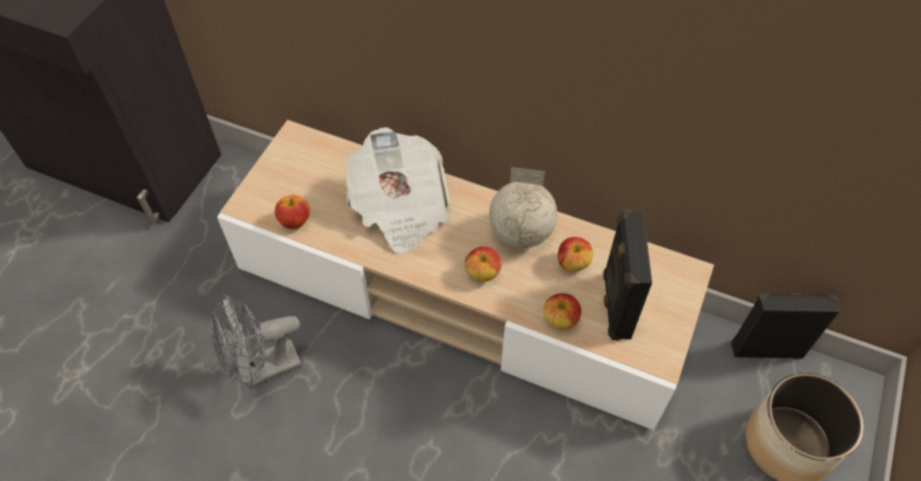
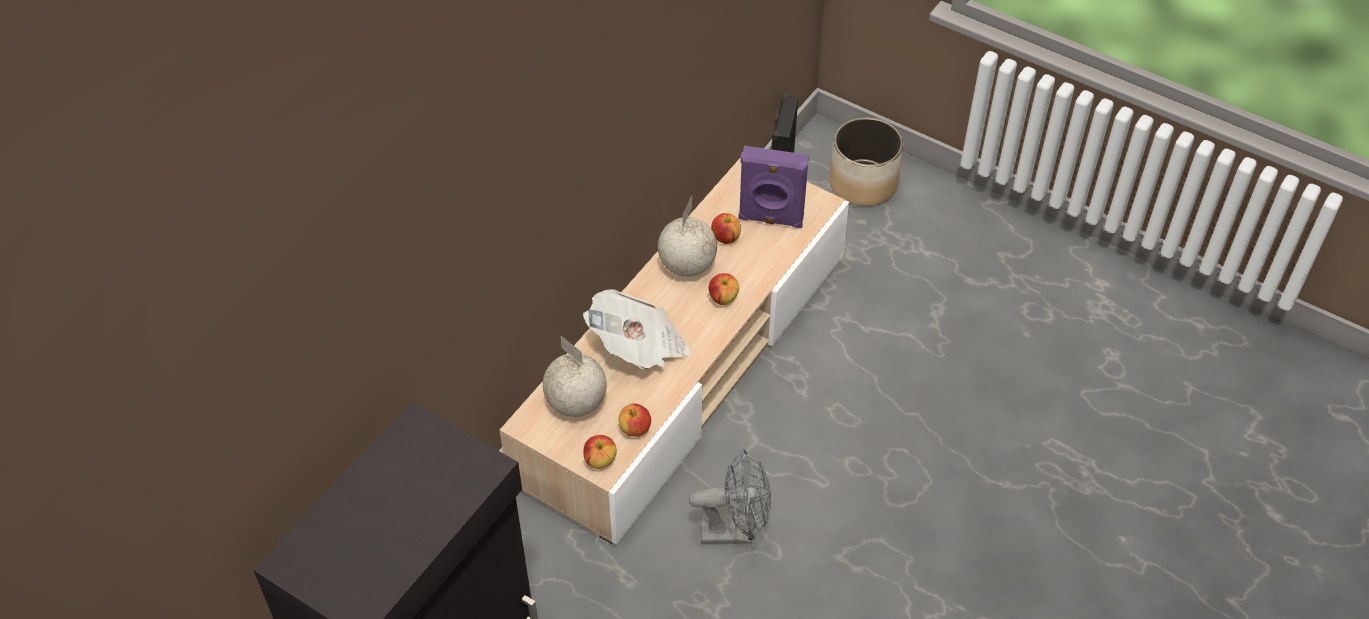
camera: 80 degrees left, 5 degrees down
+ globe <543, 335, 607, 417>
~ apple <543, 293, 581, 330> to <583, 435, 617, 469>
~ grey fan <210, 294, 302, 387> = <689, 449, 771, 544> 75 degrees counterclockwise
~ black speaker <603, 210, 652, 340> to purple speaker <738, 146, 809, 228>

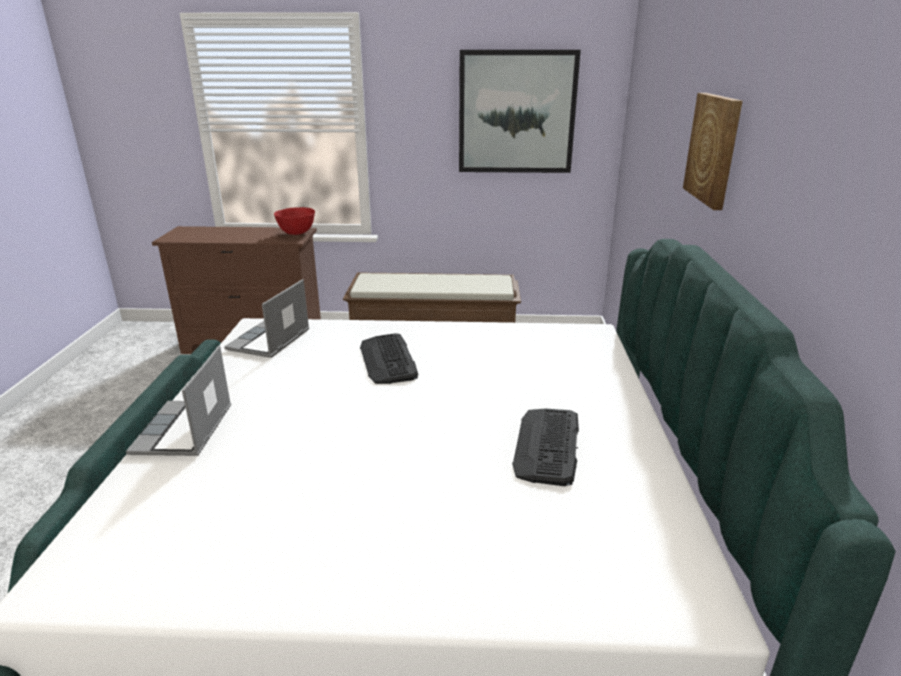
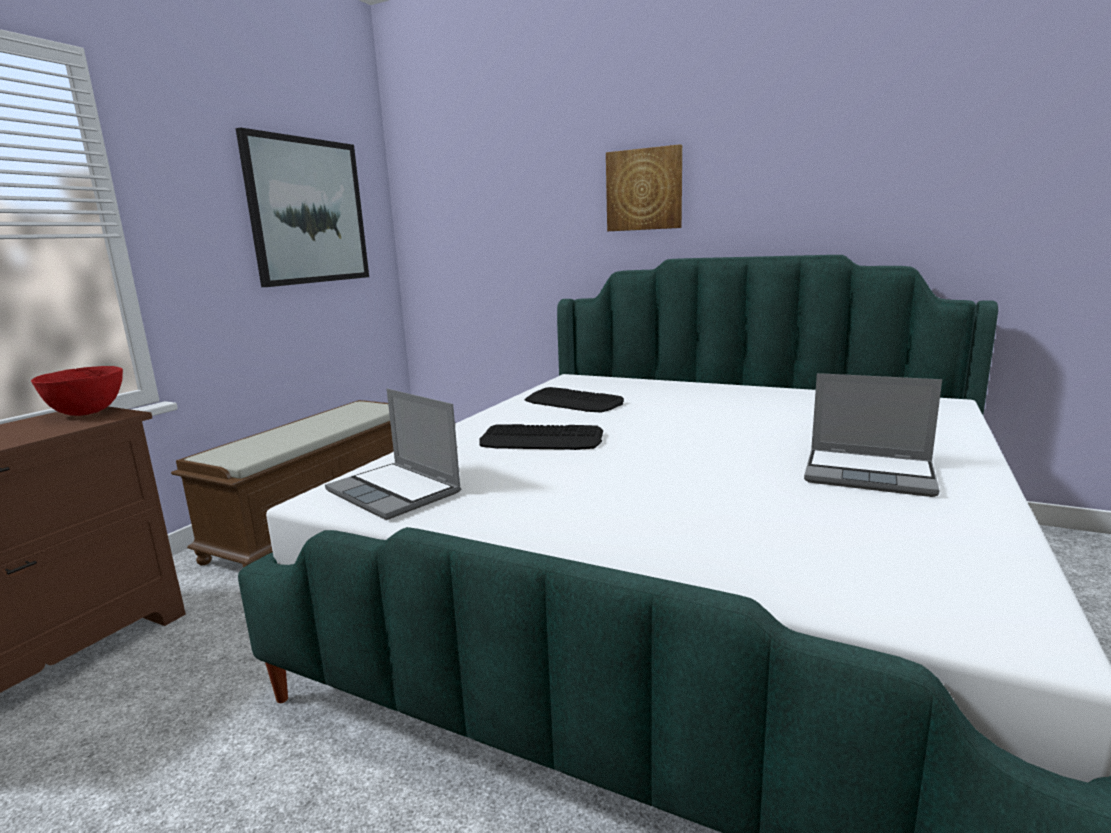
camera: 65 degrees left, 10 degrees down
~ keyboard <512, 408, 579, 486> to <525, 387, 624, 413>
~ laptop <126, 345, 231, 456> to <804, 373, 942, 497>

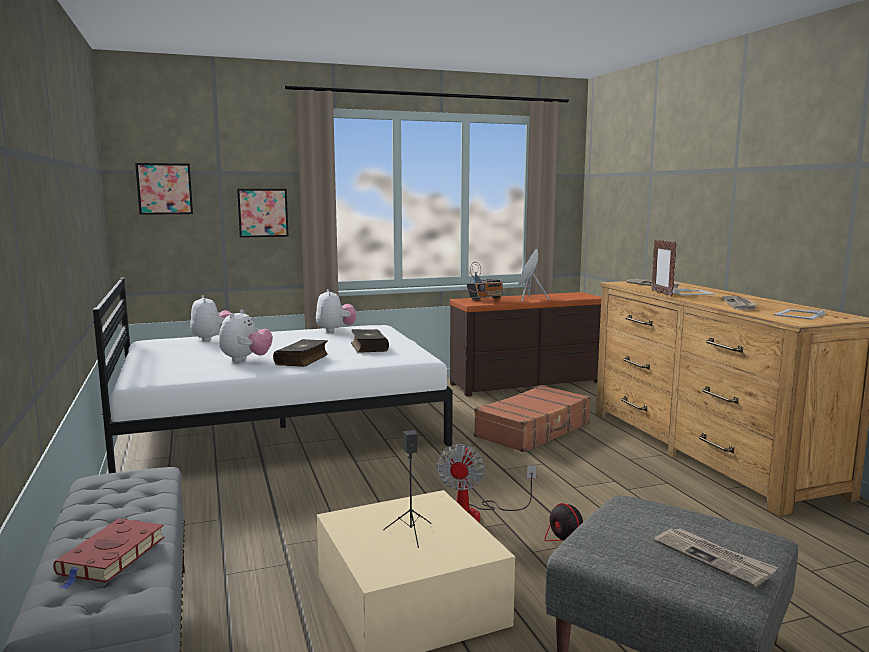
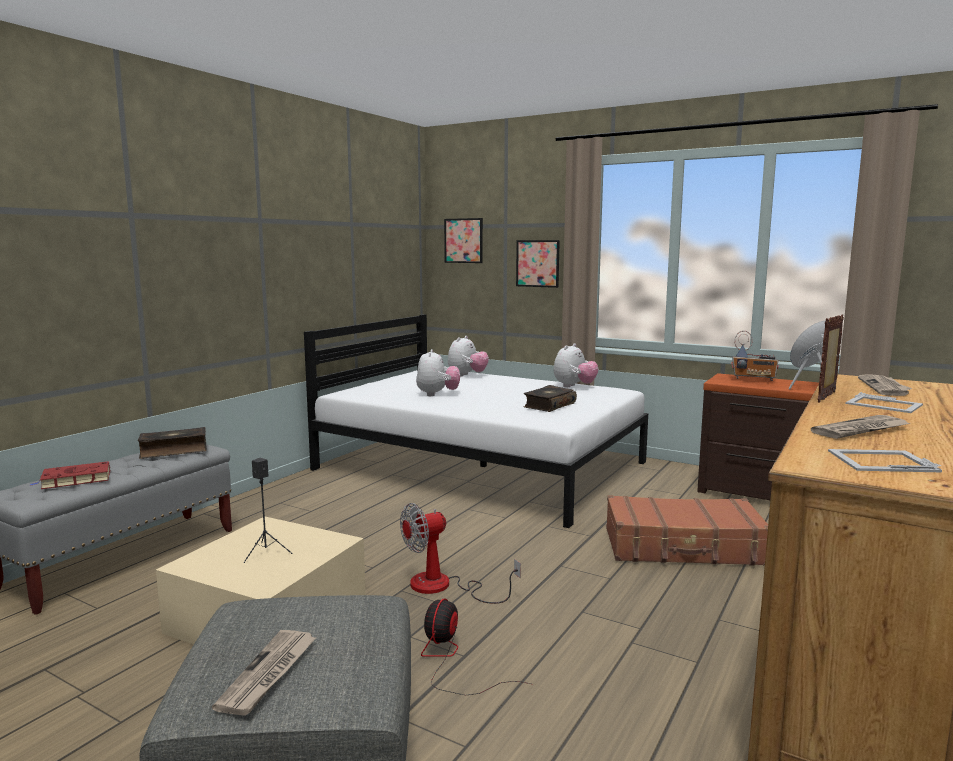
camera: 50 degrees right, 0 degrees up
~ book <273, 339, 328, 367> to <138, 427, 207, 459>
~ plush toy <219, 310, 273, 362> = <416, 349, 460, 396> 60 degrees counterclockwise

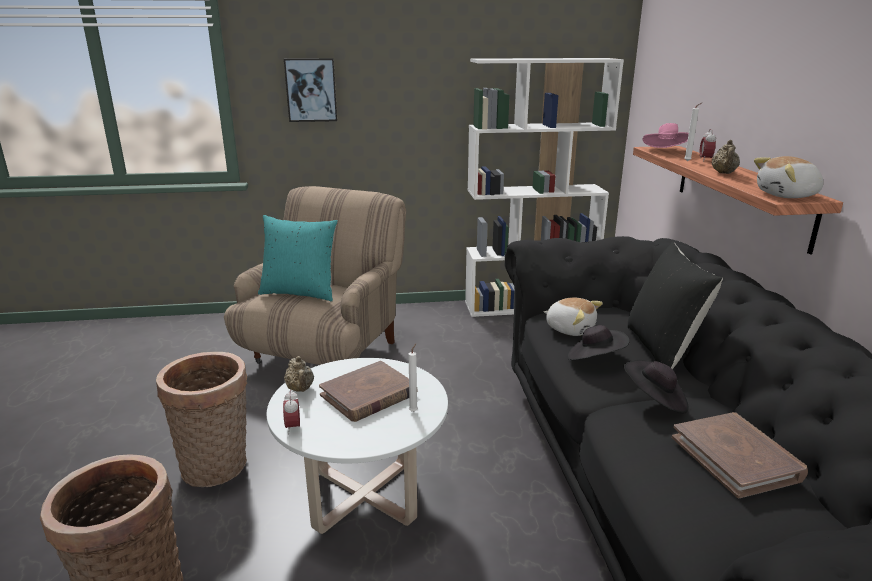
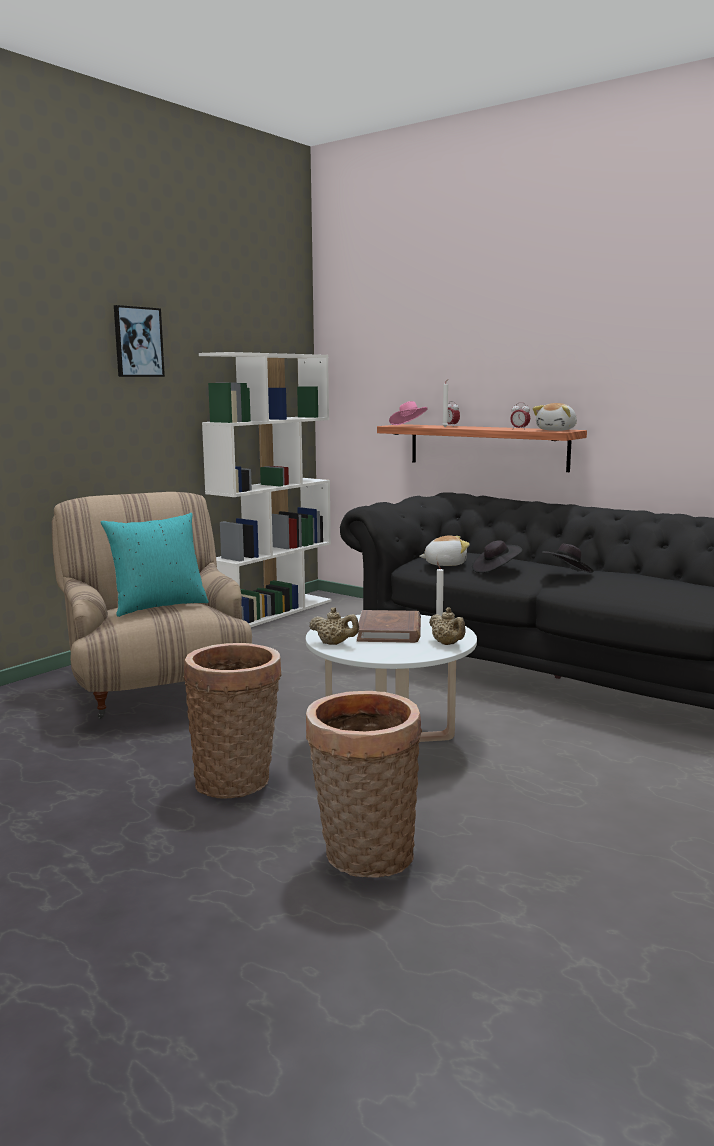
camera: 45 degrees left, 10 degrees down
~ picture <284, 58, 337, 122> to <114, 305, 165, 377>
~ beige teapot <711, 140, 740, 174> to <429, 607, 466, 645>
~ alarm clock <283, 390, 300, 434> to <510, 403, 530, 430>
- black pillow <627, 241, 723, 369>
- brown book <672, 412, 808, 498>

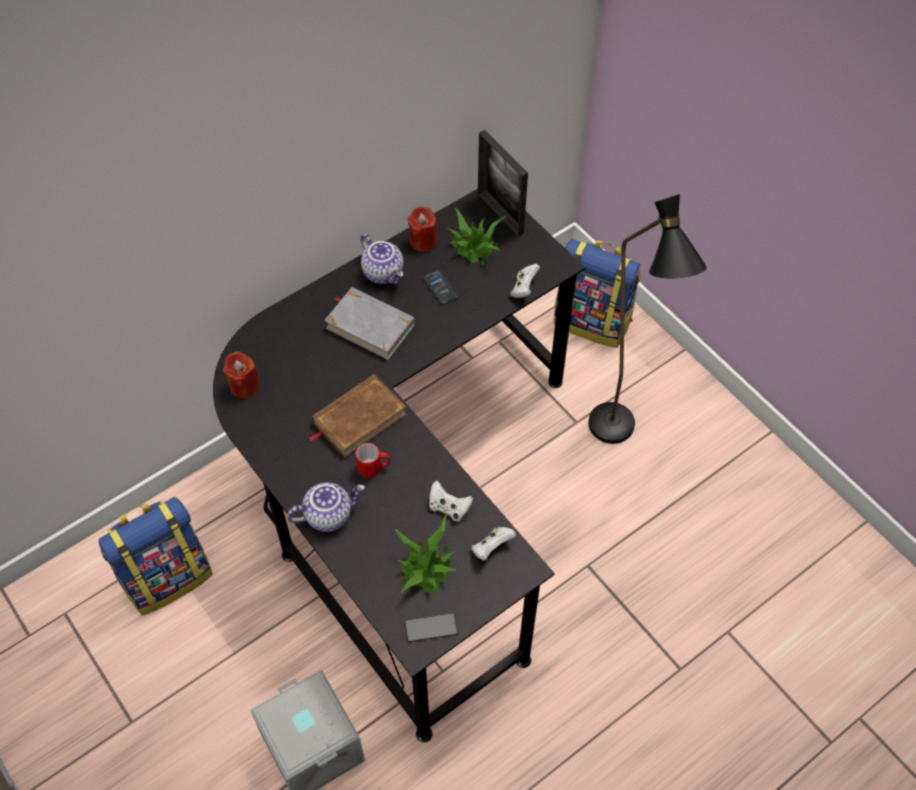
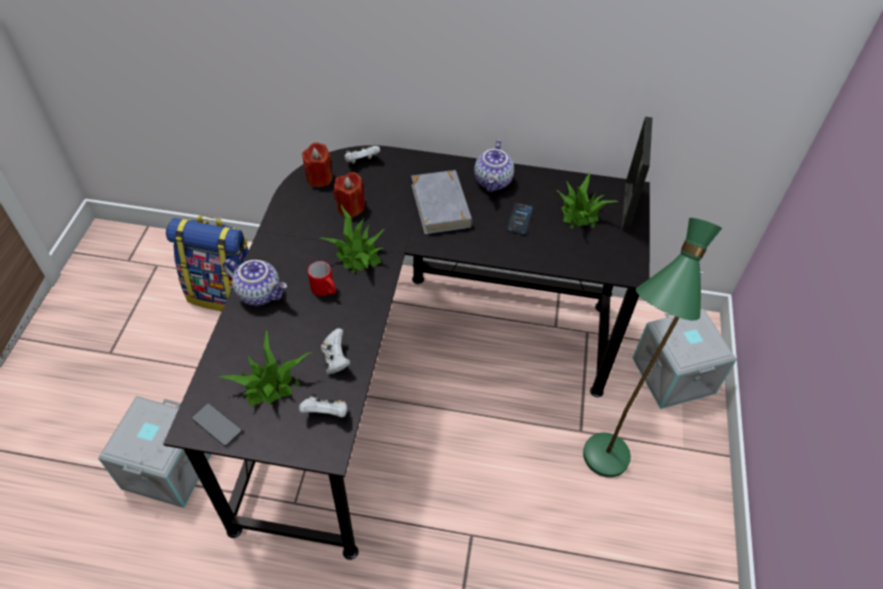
camera: 45 degrees right, 5 degrees down
~ brown book <308, 374, 407, 458> to potted plant <321, 205, 385, 273>
~ red candle <408, 206, 437, 251> to <333, 172, 365, 218>
~ white game controller <510, 264, 540, 298> to <345, 146, 380, 164>
~ black floor lamp <589, 194, 707, 444> to green floor lamp <583, 218, 722, 477>
~ backpack <554, 239, 641, 348> to grey storage box <633, 309, 737, 409>

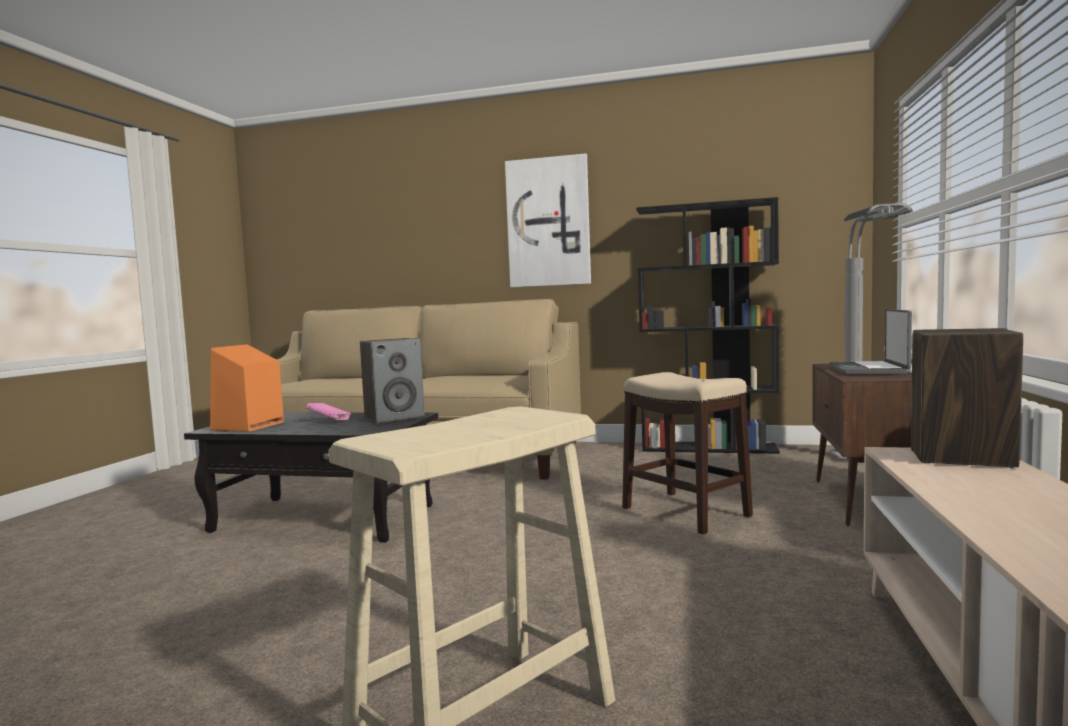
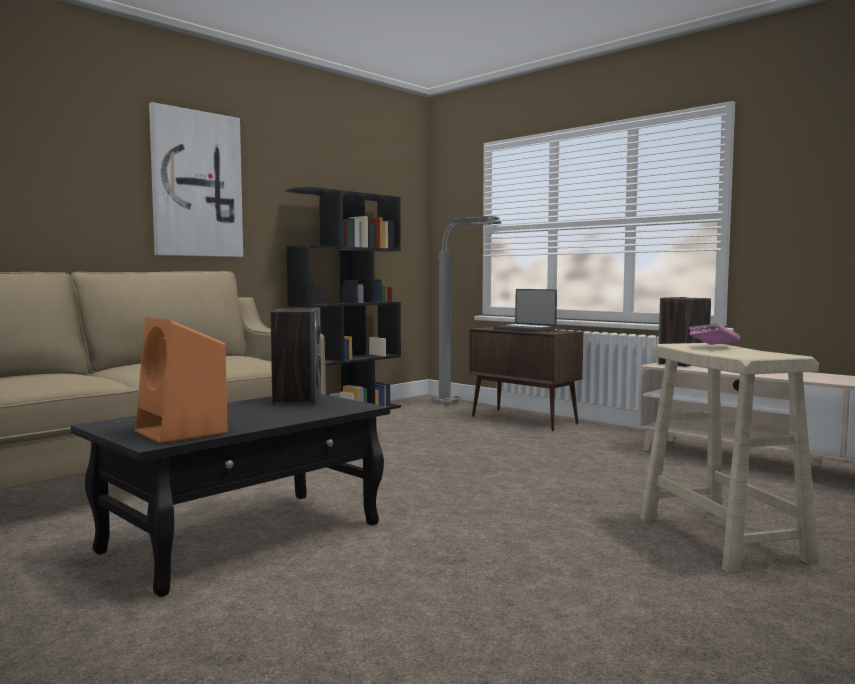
camera: 60 degrees left, 0 degrees up
~ pink book <306, 403, 351, 420> to <688, 324, 740, 345>
- stool <622, 372, 753, 534>

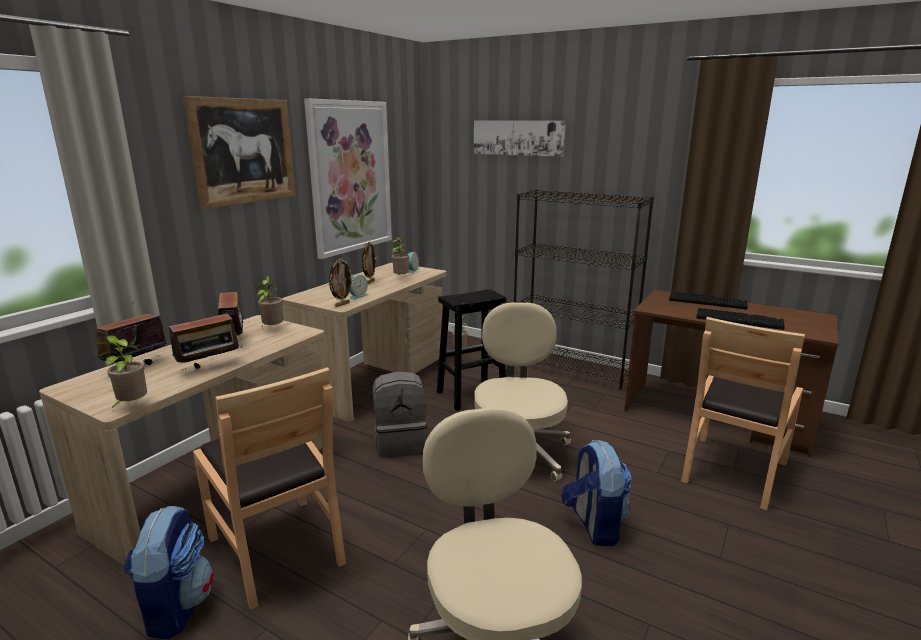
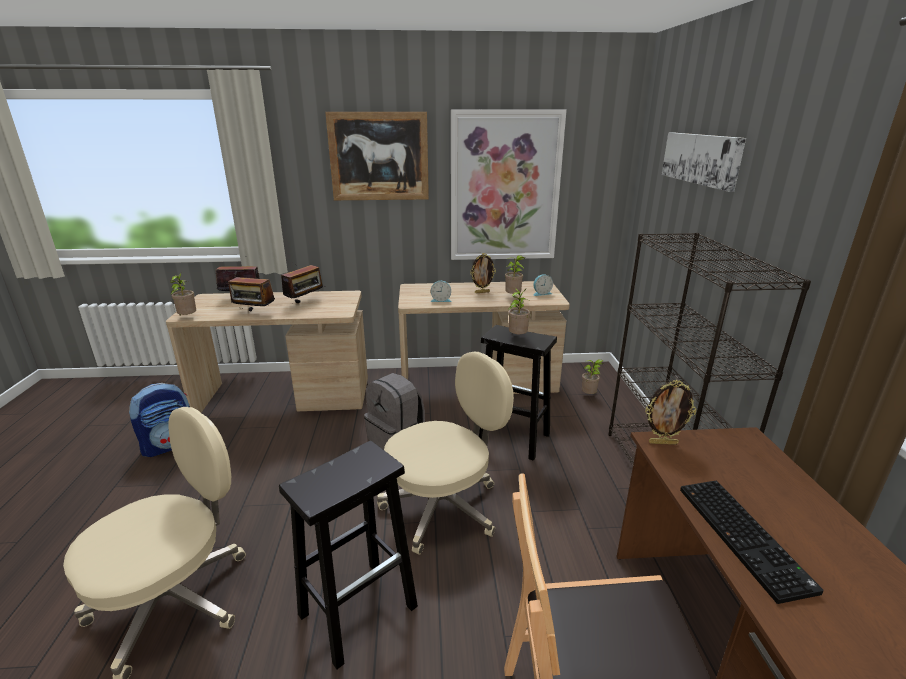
camera: 55 degrees right, 5 degrees up
~ backpack <561, 440, 632, 546> to black stool <279, 441, 418, 669>
~ potted plant <255, 275, 283, 325> to <508, 288, 530, 334>
~ picture frame <328, 259, 354, 307> to <645, 380, 697, 445>
- brown chair <193, 367, 346, 610>
- keyboard <669, 291, 748, 310>

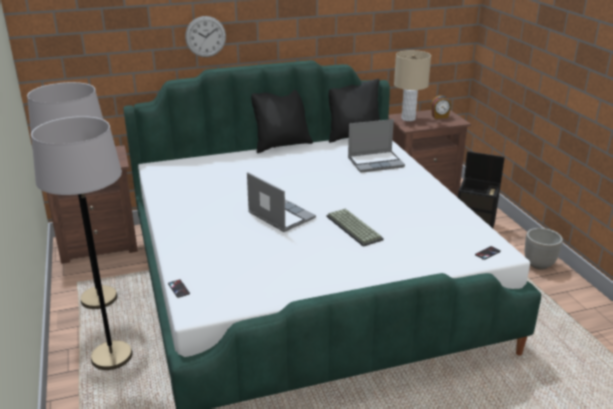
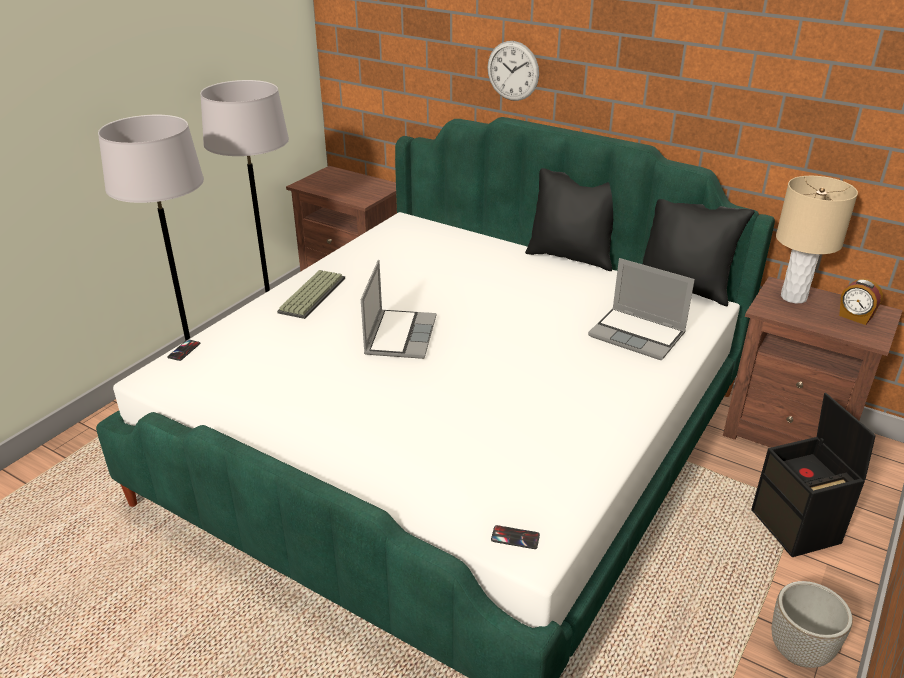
camera: 50 degrees right, 5 degrees up
~ keyboard <327, 209, 384, 247> to <277, 270, 345, 319>

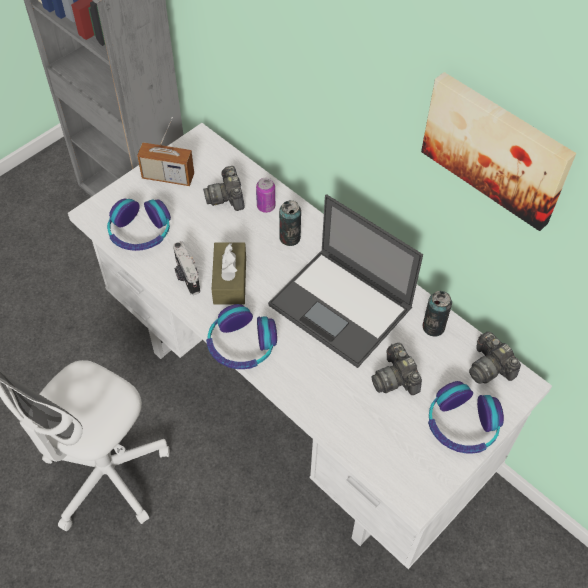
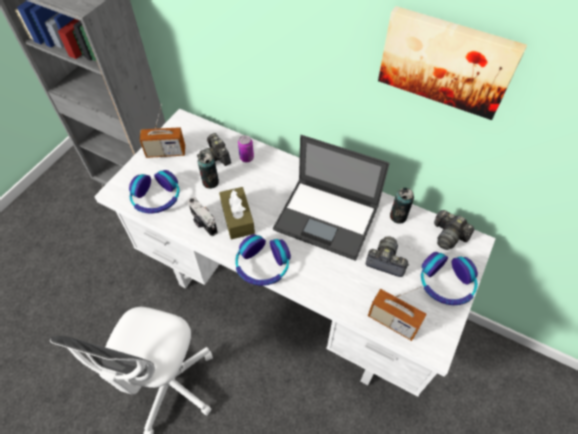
camera: 15 degrees left, 0 degrees up
~ can <279, 200, 301, 246> to <198, 153, 219, 189>
~ photo camera <372, 343, 422, 395> = <366, 236, 409, 277> 150 degrees clockwise
+ radio <368, 286, 426, 341>

